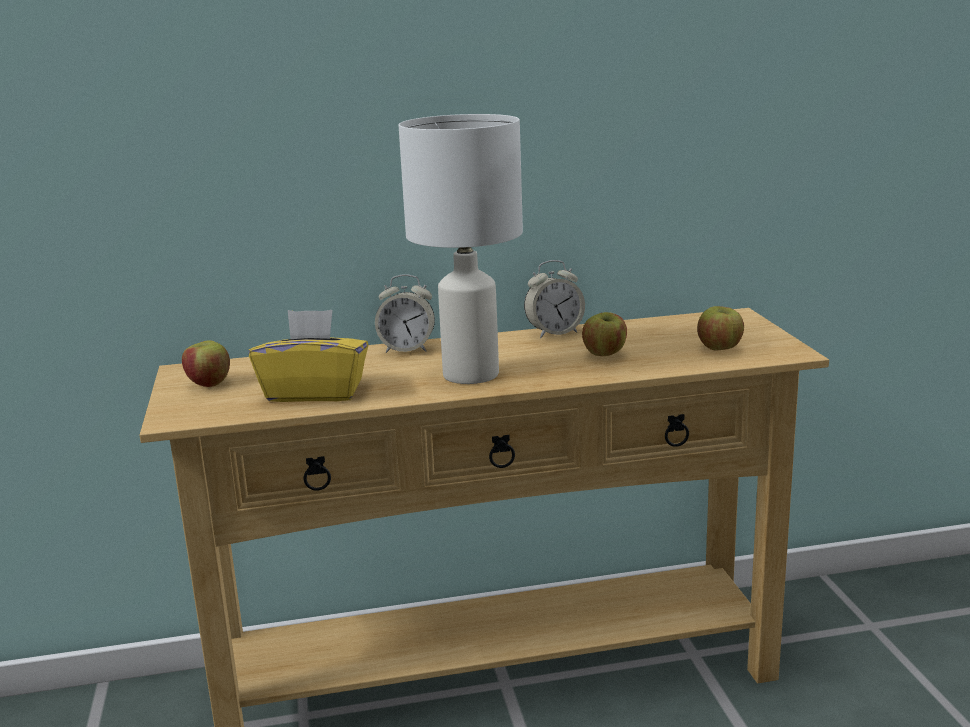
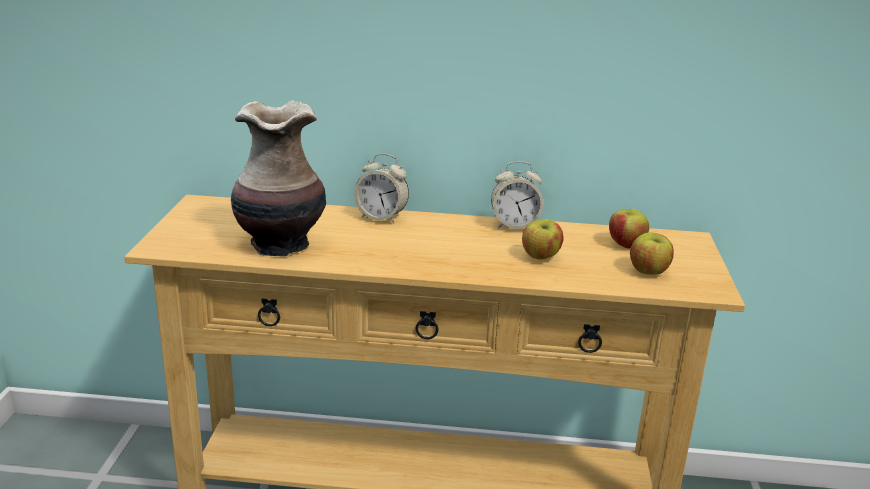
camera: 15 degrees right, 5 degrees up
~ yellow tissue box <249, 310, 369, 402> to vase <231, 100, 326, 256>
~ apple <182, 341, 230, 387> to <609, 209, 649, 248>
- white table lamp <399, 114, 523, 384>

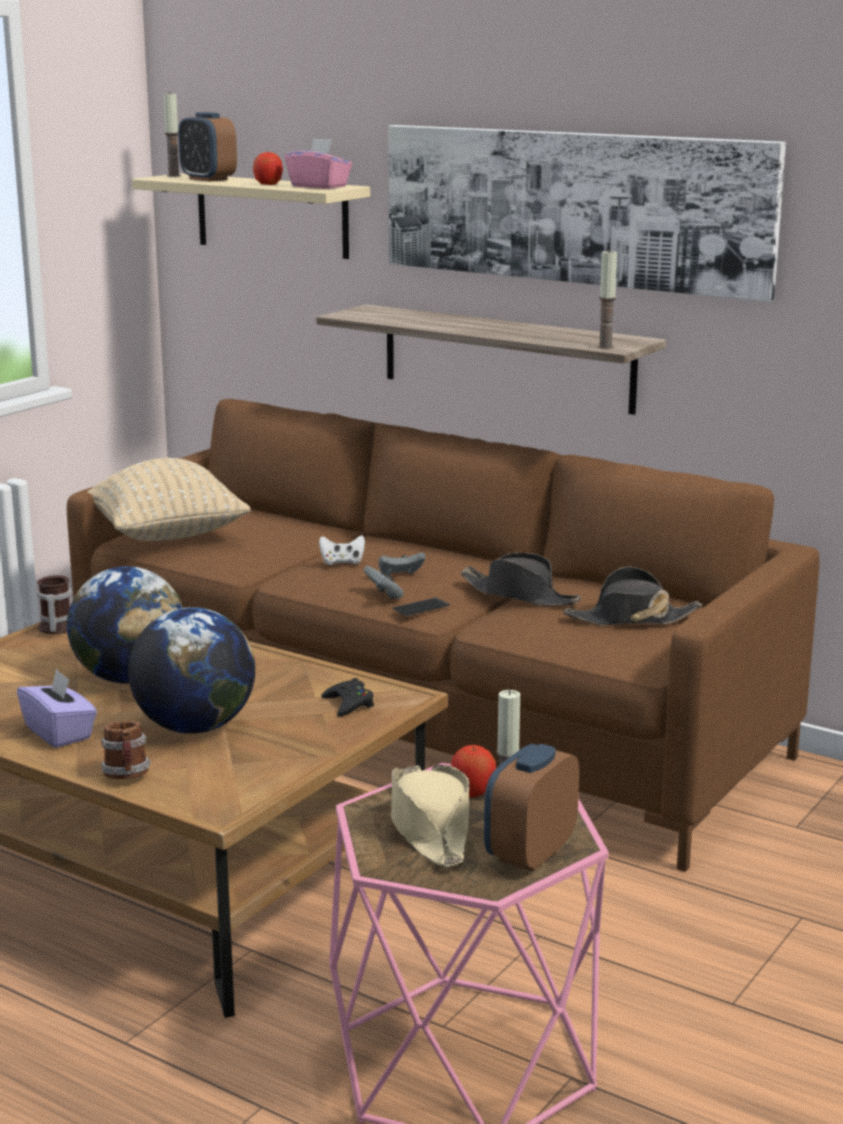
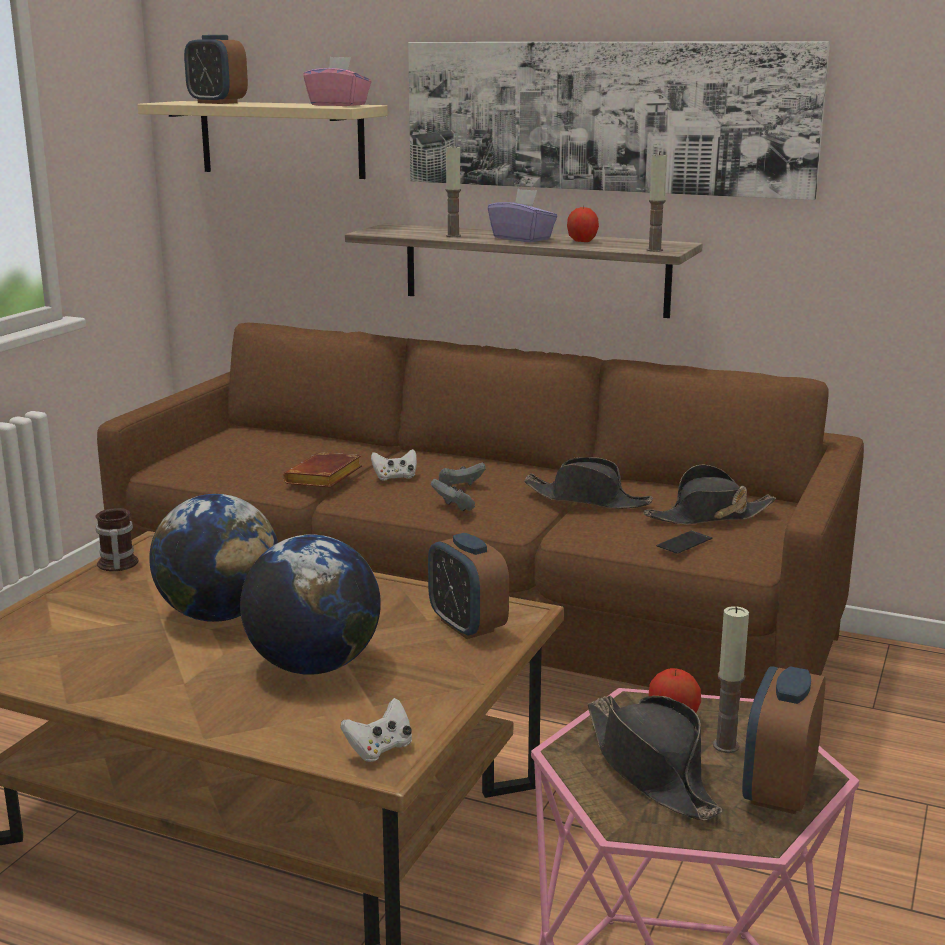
camera: 10 degrees left, 0 degrees up
+ brown book <283, 452, 362, 488>
+ white game controller <340, 698, 412, 762>
~ black game controller <321, 678, 374, 717> to alarm clock <428, 533, 509, 639>
~ candle <163, 91, 181, 177> to <445, 144, 461, 237>
~ purple tissue box <17, 668, 97, 748> to <488, 189, 557, 242>
~ apple <253, 150, 283, 185> to <567, 205, 599, 242>
~ beige hat <391, 765, 469, 867> to black hat <588, 695, 722, 820>
~ phone <392, 597, 450, 616> to <656, 530, 712, 554>
- beige pillow <87, 458, 251, 541>
- mug <101, 721, 151, 779>

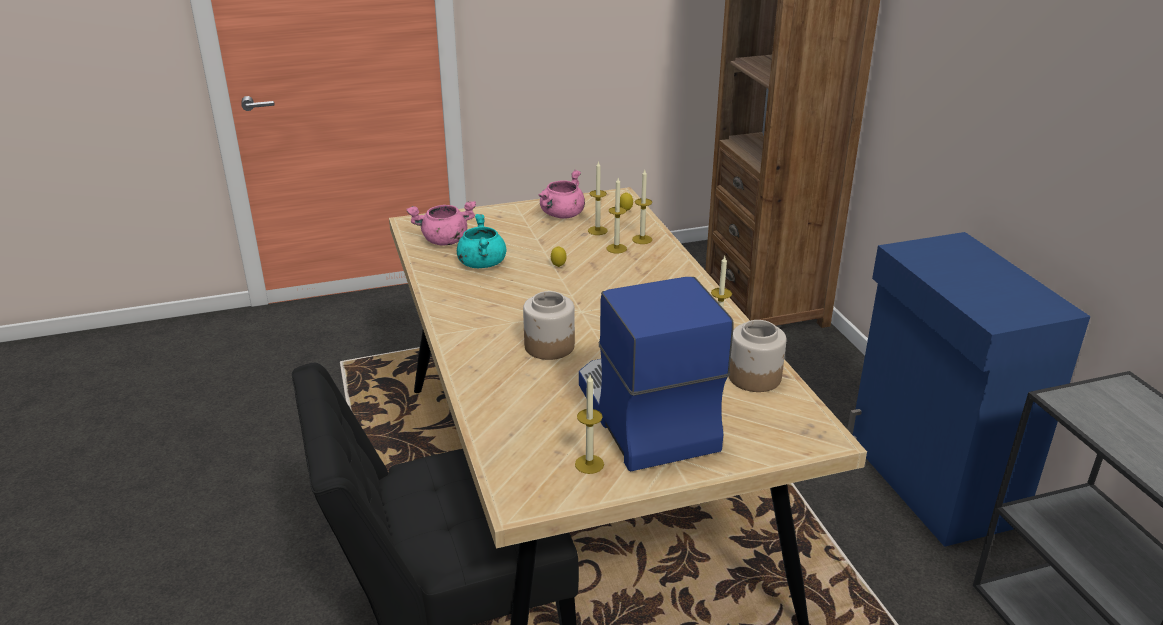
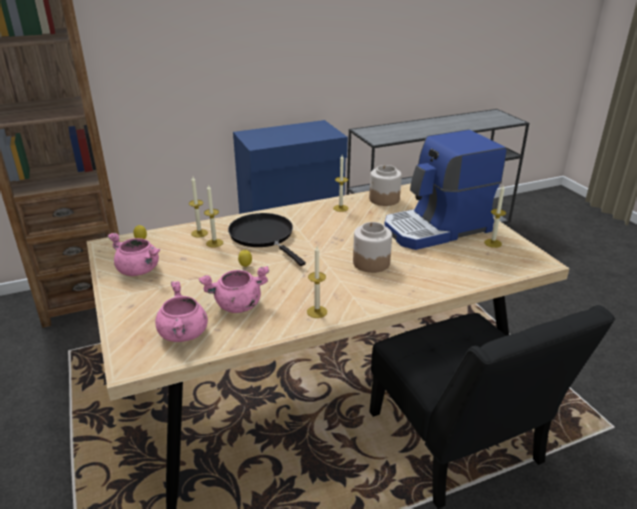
camera: 95 degrees left, 0 degrees up
~ turquoise cooking pot <457, 214, 506, 268> to pink cooking pot <199, 266, 269, 313>
+ black frying pan <228, 213, 306, 266>
~ candle <588, 161, 608, 235> to <307, 246, 327, 318>

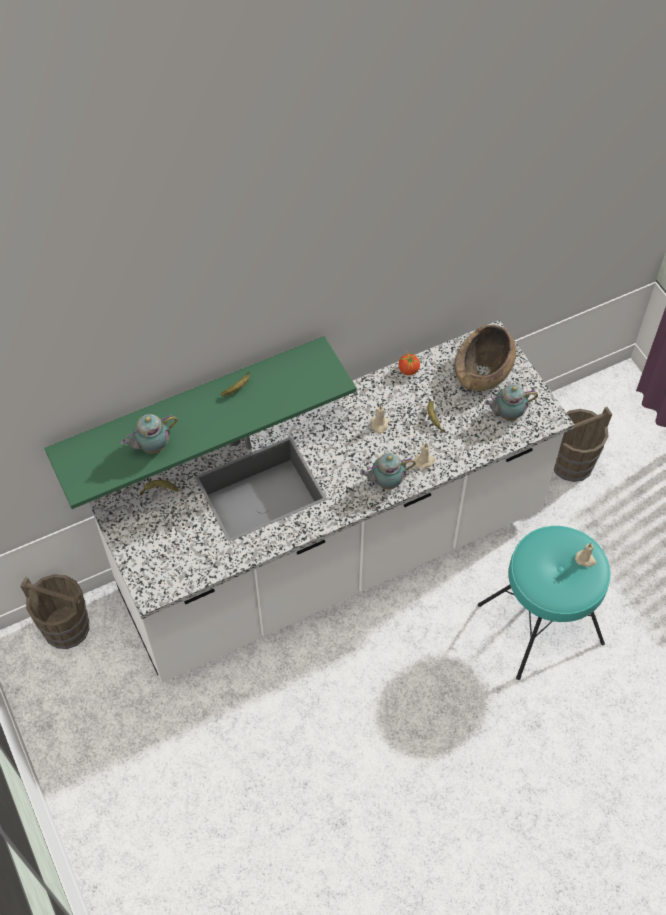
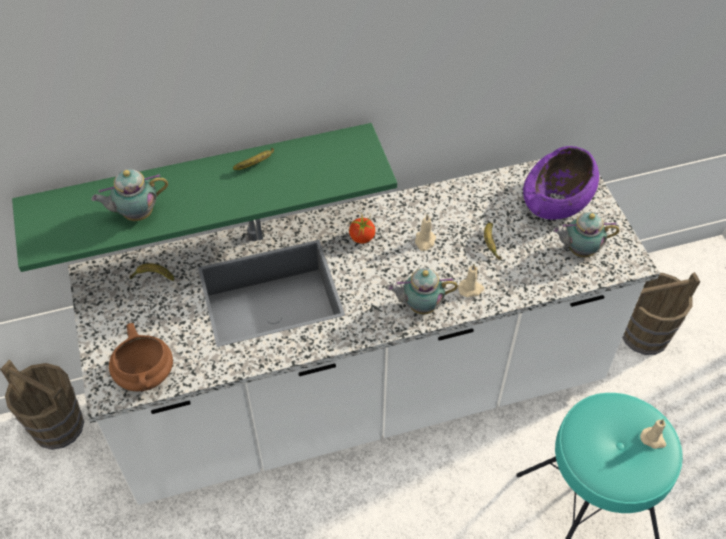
camera: 10 degrees right, 5 degrees down
+ brown cooking pot <109, 323, 173, 392>
~ tomato <398, 350, 420, 375> to <349, 212, 375, 244>
~ brown bowl <454, 325, 516, 391> to purple bowl <523, 146, 599, 220>

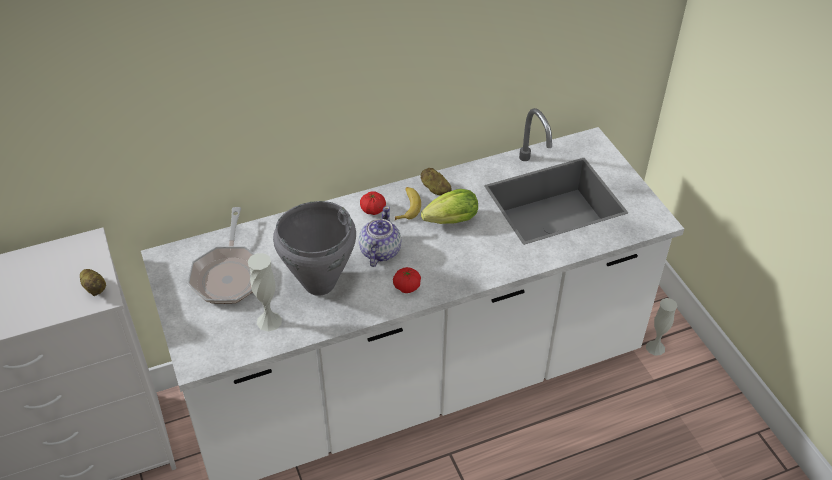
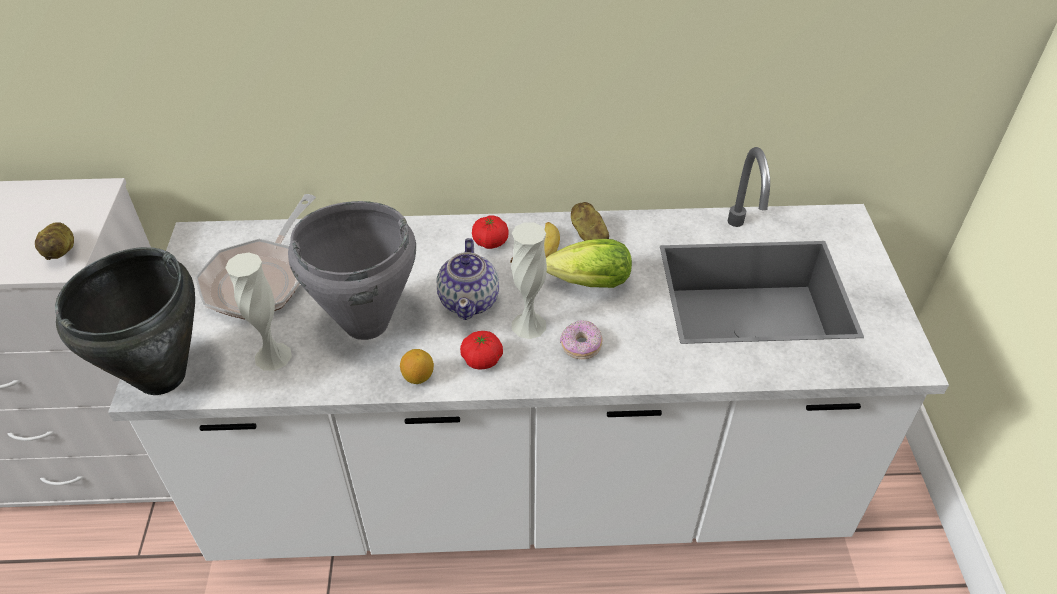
camera: 20 degrees right, 0 degrees up
+ black cooking pot <55, 247, 195, 395>
+ lemon <400, 349, 434, 384>
~ teapot <359, 206, 401, 267> = <437, 238, 499, 320> 150 degrees clockwise
~ white vase <646, 298, 677, 356> to <511, 223, 547, 339>
+ donut <560, 320, 603, 359>

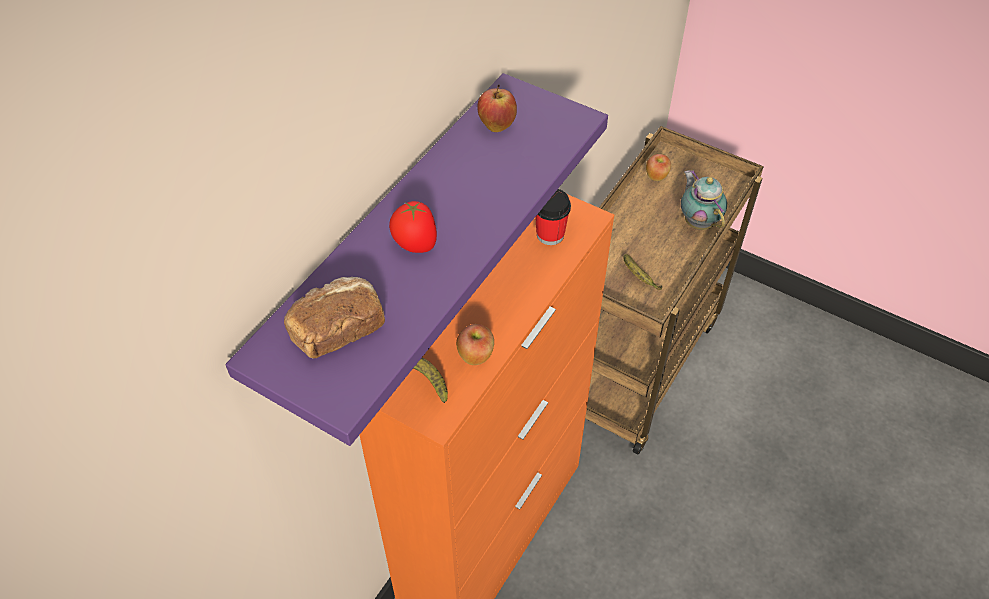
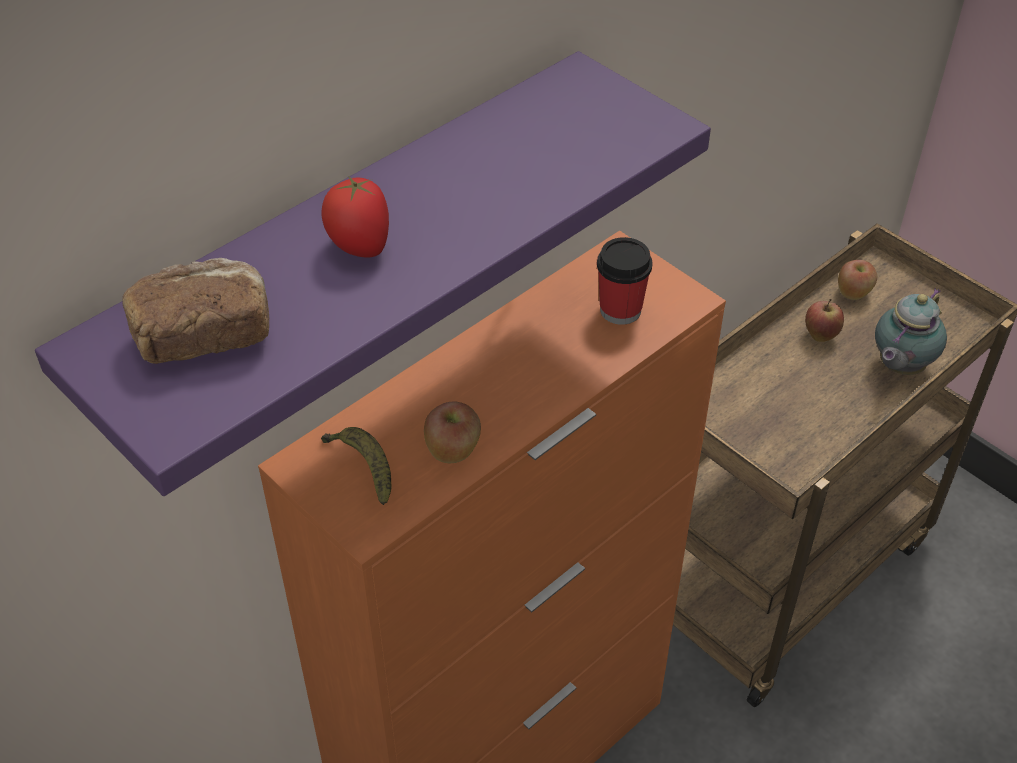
camera: 15 degrees right, 5 degrees down
~ apple <477, 85, 517, 132> to <805, 299, 844, 342>
~ teapot <681, 170, 727, 230> = <875, 288, 947, 375> 135 degrees counterclockwise
- banana <624, 254, 662, 290>

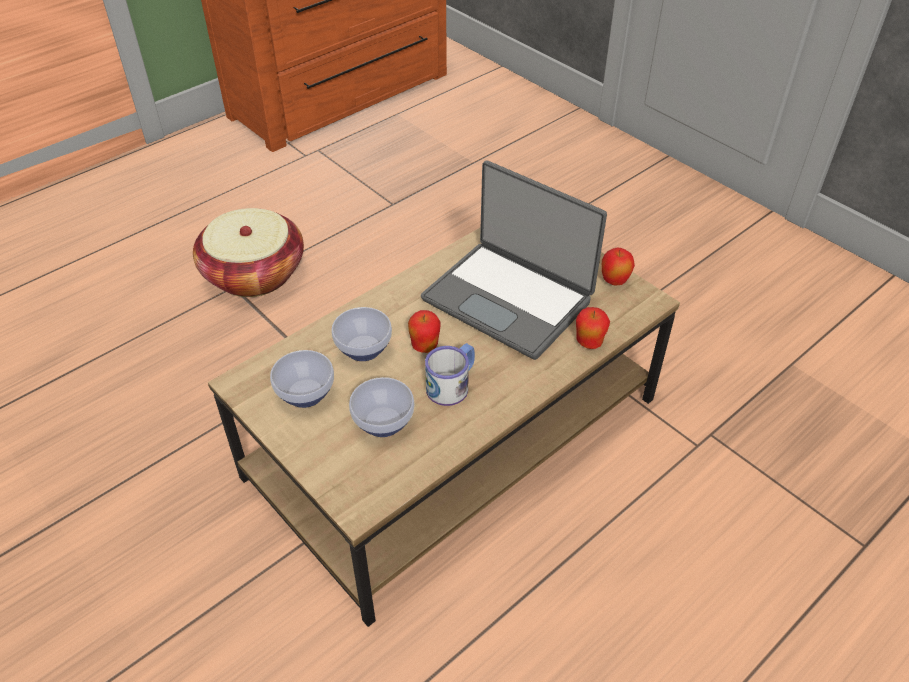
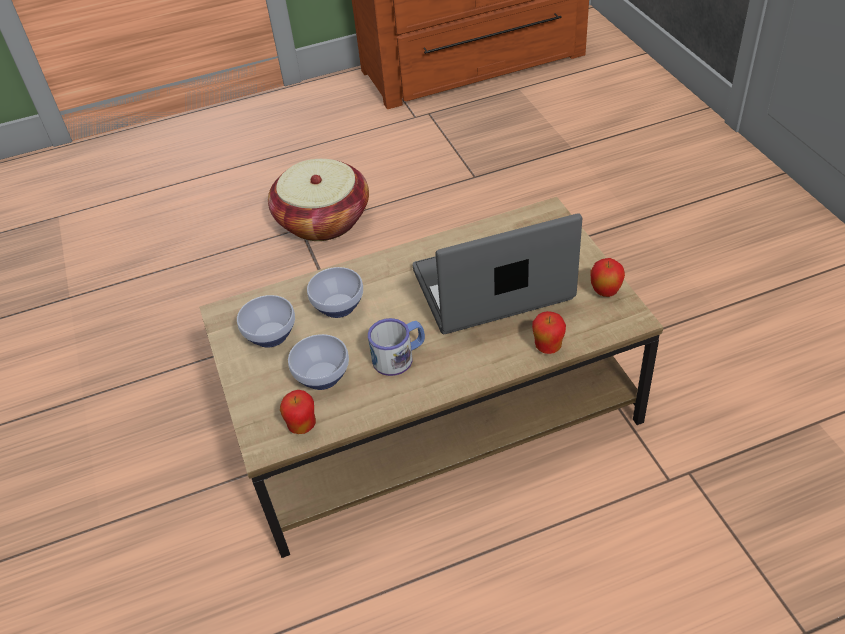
camera: 25 degrees right, 0 degrees up
~ apple <408, 310, 440, 353> to <280, 390, 316, 434>
~ laptop <421, 161, 607, 360> = <413, 213, 582, 334> 105 degrees clockwise

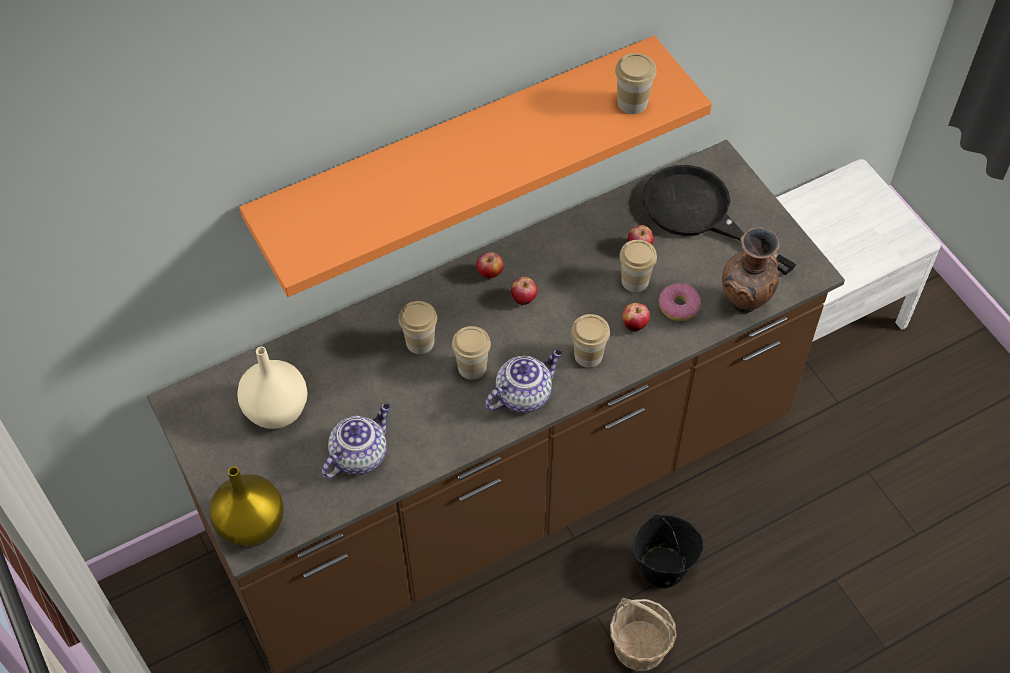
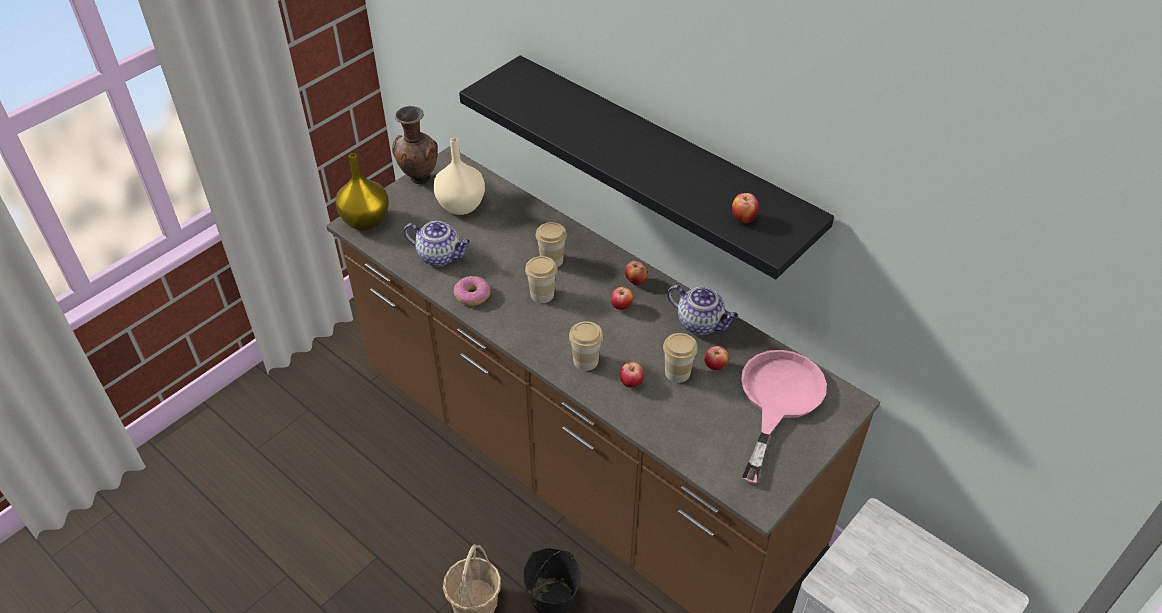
camera: 70 degrees right, 10 degrees down
~ brown vase <722, 228, 780, 313> to <392, 106, 438, 184>
~ donut <658, 283, 701, 321> to <454, 276, 490, 306>
~ orange shelf <239, 36, 712, 297> to black shelf <459, 55, 834, 279>
~ teapot <485, 349, 562, 413> to <667, 285, 738, 335>
~ cup <615, 53, 657, 114> to apple <732, 193, 759, 223>
~ black frying pan <642, 165, 796, 275> to pink frying pan <741, 350, 827, 484>

